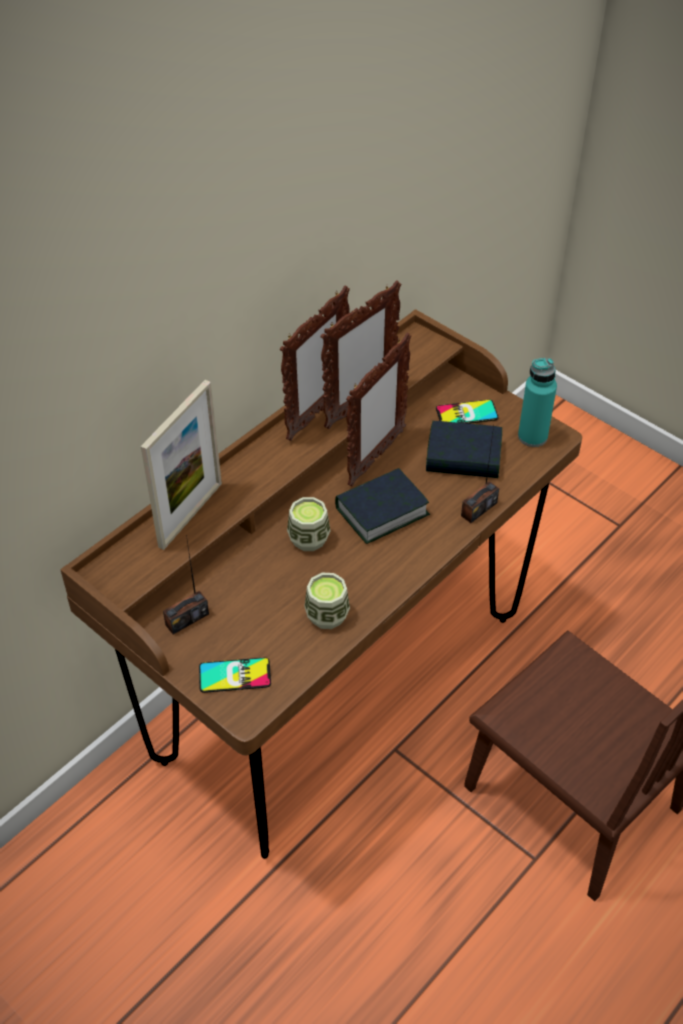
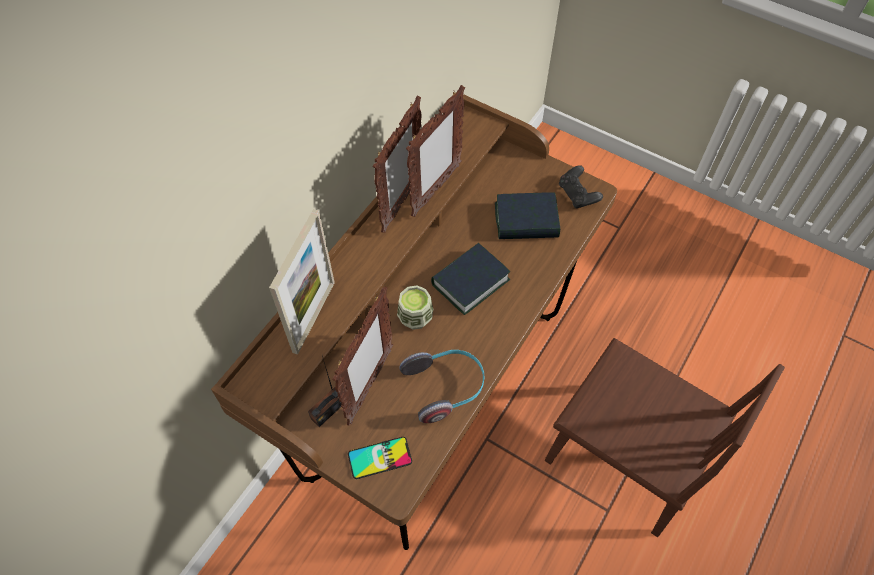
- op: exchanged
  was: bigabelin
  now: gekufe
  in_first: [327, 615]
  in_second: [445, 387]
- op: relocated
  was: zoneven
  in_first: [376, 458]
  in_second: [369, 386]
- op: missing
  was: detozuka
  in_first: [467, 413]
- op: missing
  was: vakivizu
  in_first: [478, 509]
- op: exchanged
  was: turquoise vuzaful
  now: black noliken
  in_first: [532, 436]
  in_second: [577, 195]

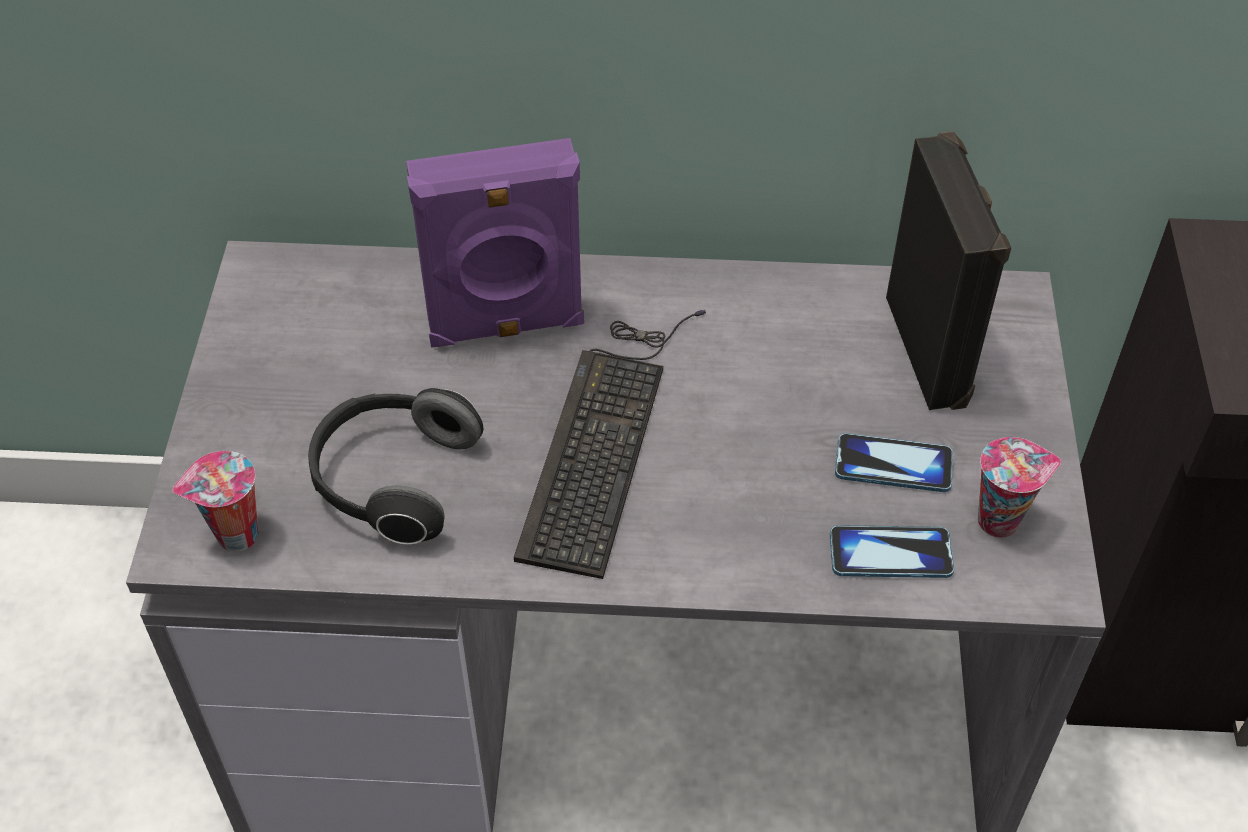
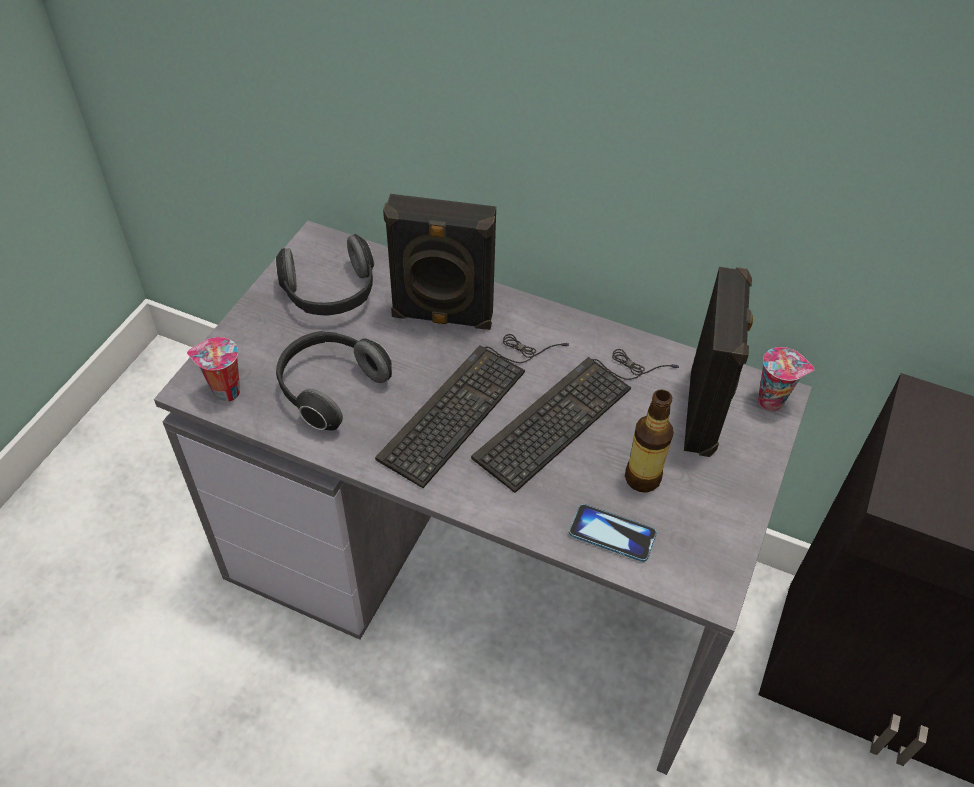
- op: colour
  was: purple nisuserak
  now: black nisuserak
  in_first: [506, 327]
  in_second: [442, 317]
- op: exchanged
  was: detozuka
  now: vuzaful
  in_first: [893, 465]
  in_second: [642, 478]
- op: relocated
  was: bigabelin
  in_first: [1000, 519]
  in_second: [772, 401]
- op: appeared
  now: gekufe
  in_second: [331, 295]
- op: appeared
  now: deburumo
  in_second: [571, 412]

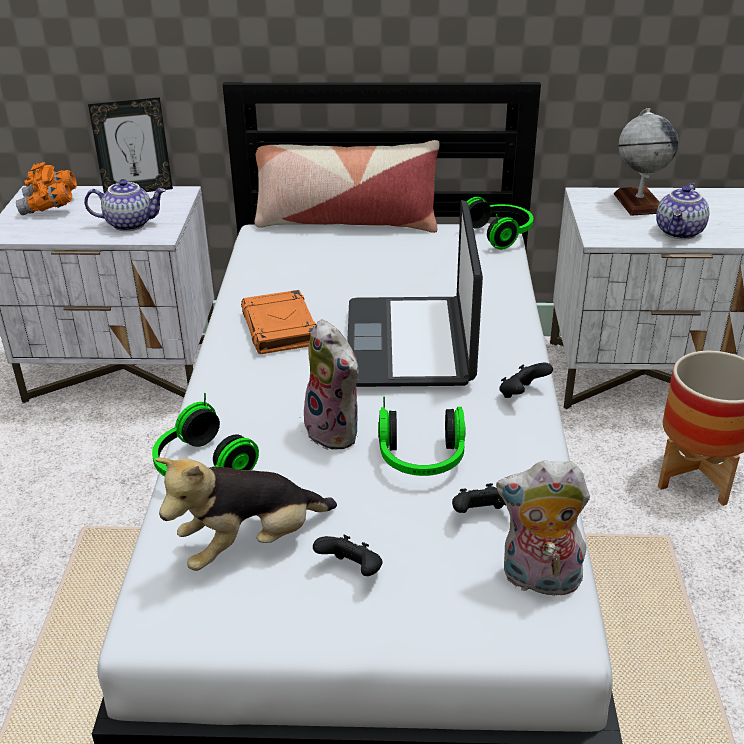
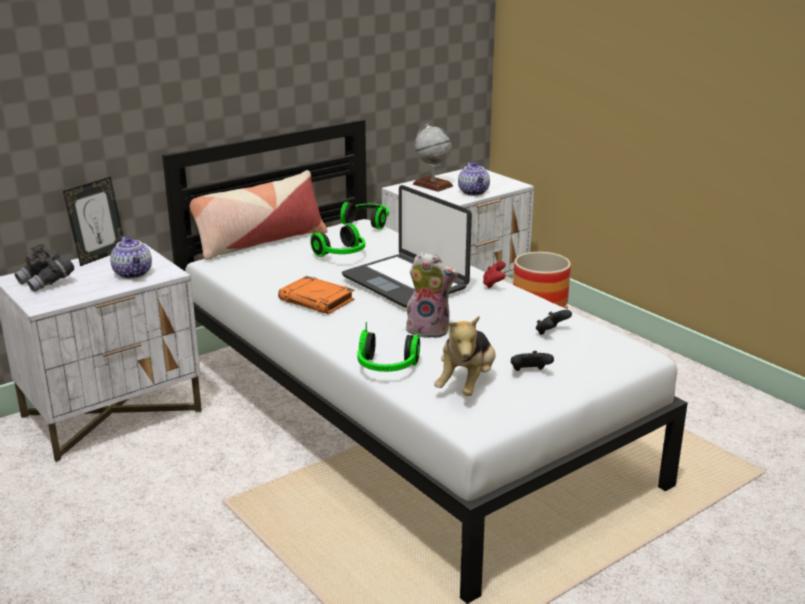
- op: colour
  was: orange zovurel
  now: grey zovurel
  in_first: [50, 207]
  in_second: [47, 282]
- op: spun
  was: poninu
  in_first: [130, 223]
  in_second: [134, 274]
  clockwise: 105
- op: relocated
  was: gekufe
  in_first: [421, 460]
  in_second: [342, 254]
- op: missing
  was: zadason
  in_first: [539, 580]
- op: colour
  was: black noliken
  now: red noliken
  in_first: [522, 394]
  in_second: [493, 284]

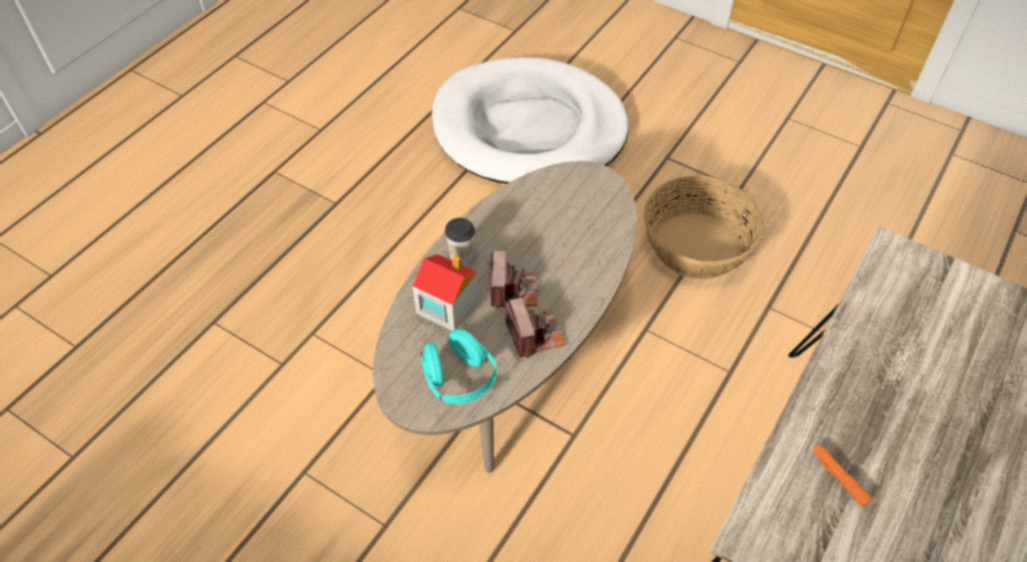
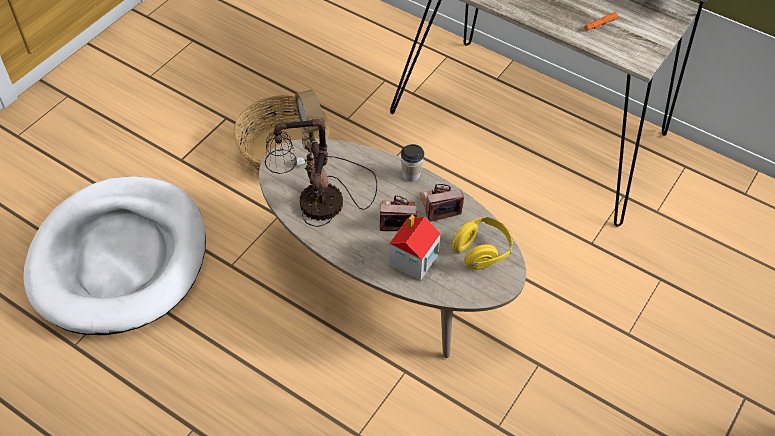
- op: colour
  was: turquoise gekufe
  now: yellow gekufe
  in_first: [459, 380]
  in_second: [482, 251]
- op: relocated
  was: bigabelin
  in_first: [461, 257]
  in_second: [411, 175]
- op: appeared
  now: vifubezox
  in_second: [320, 206]

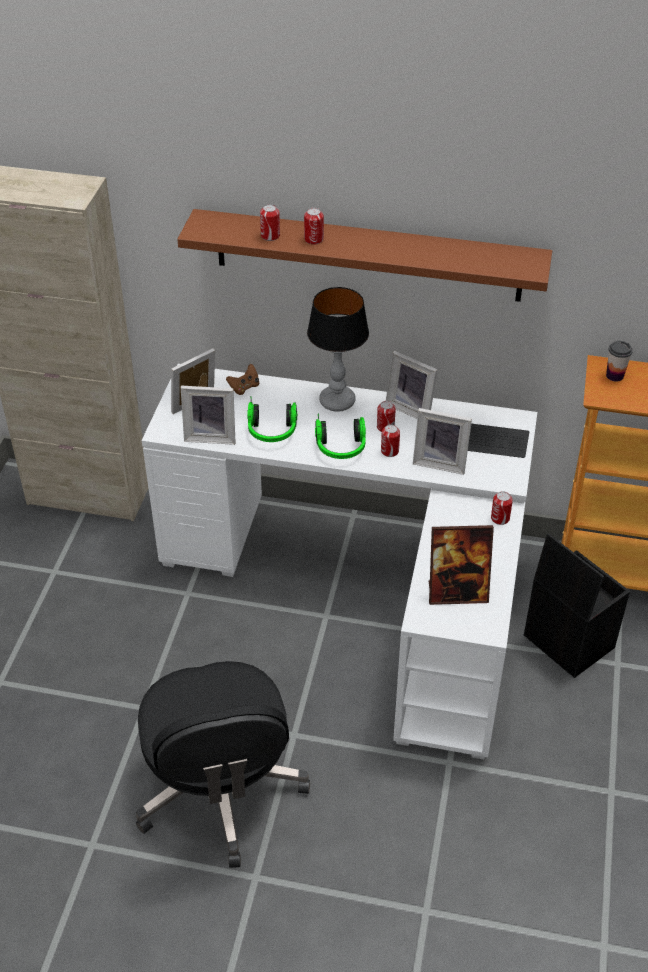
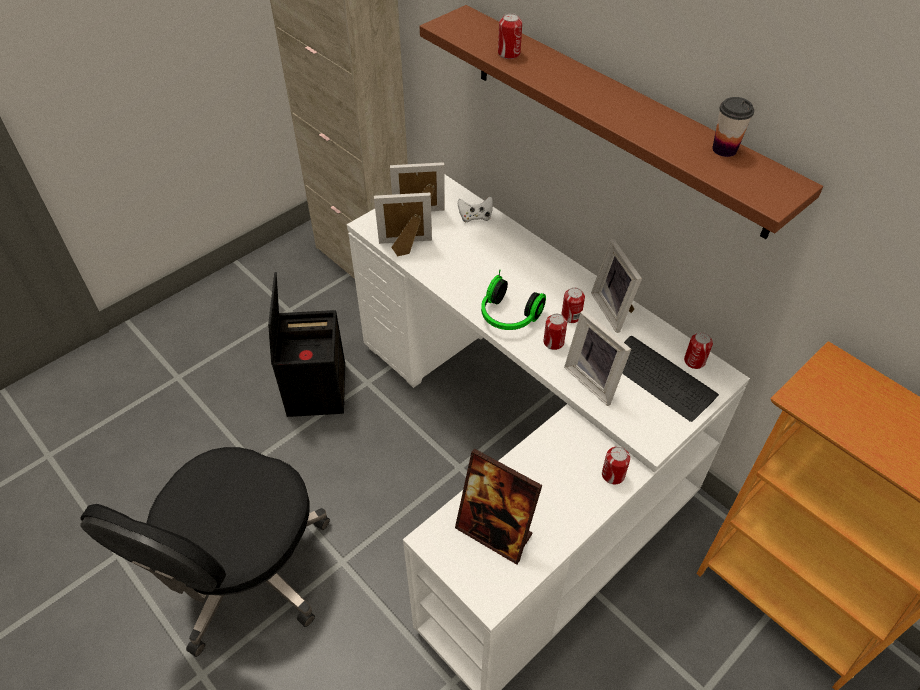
- op: spun
  was: zoneven
  in_first: [211, 436]
  in_second: [405, 247]
  clockwise: 135
- op: colour
  was: brown noliken
  now: white noliken
  in_first: [244, 387]
  in_second: [475, 217]
- op: missing
  was: gekufe
  in_first: [272, 433]
- op: relocated
  was: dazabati
  in_first: [314, 239]
  in_second: [694, 361]
- op: missing
  was: vifubezox
  in_first: [336, 402]
- op: relocated
  was: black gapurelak
  in_first: [566, 641]
  in_second: [315, 388]
- op: relocated
  was: bigabelin
  in_first: [614, 376]
  in_second: [724, 149]

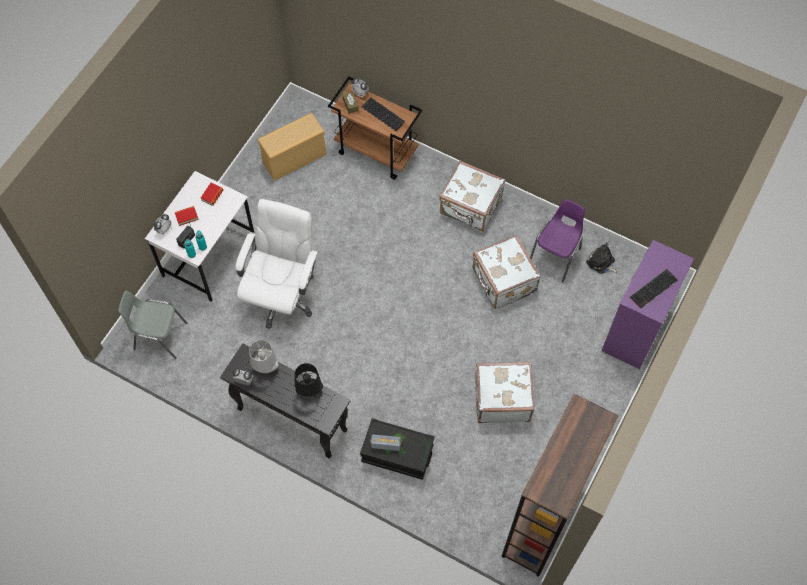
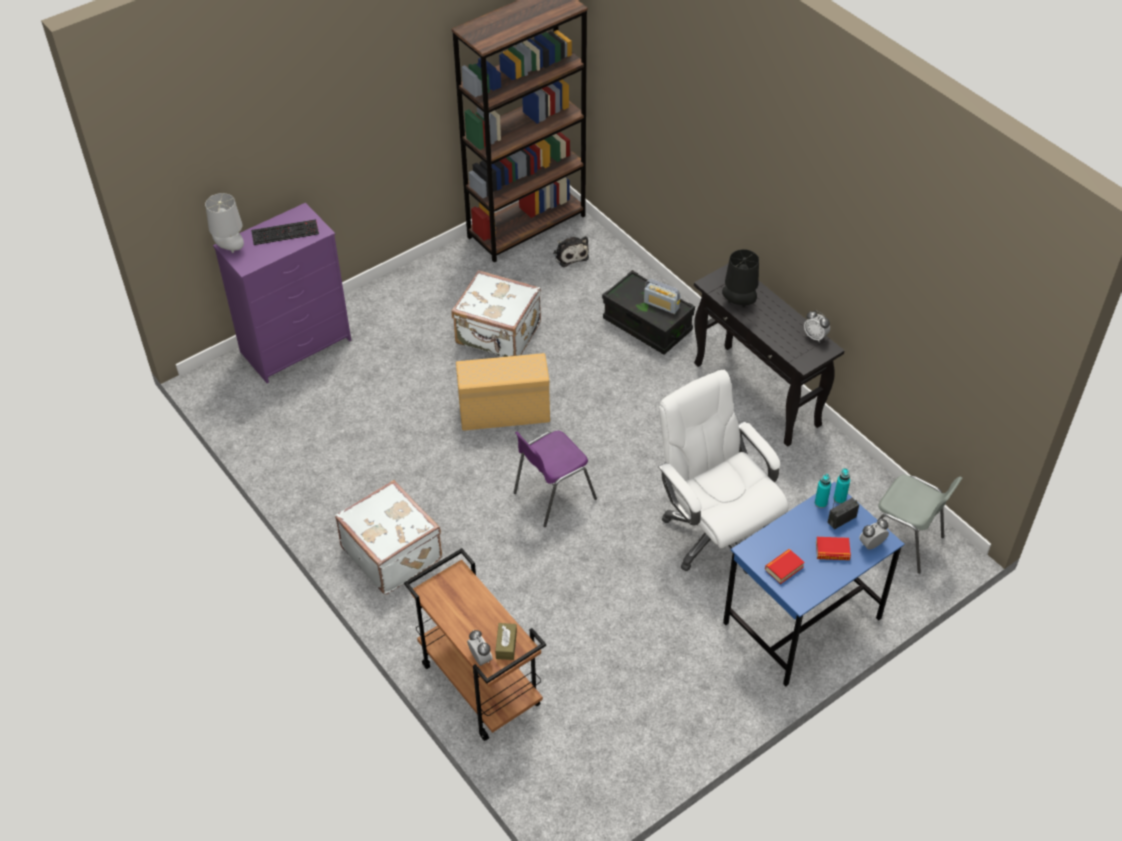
- op: colour
  was: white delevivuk
  now: blue delevivuk
  in_first: [209, 256]
  in_second: [802, 622]
- op: spun
  was: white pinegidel
  in_first: [281, 294]
  in_second: [714, 534]
  clockwise: 105
- op: relocated
  was: grey vifubezox
  in_first: [265, 368]
  in_second: [230, 248]
- op: relocated
  was: beige gapurelak
  in_first: [295, 158]
  in_second: [503, 413]
- op: missing
  was: deburumo
  in_first: [384, 114]
- op: missing
  was: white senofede
  in_first: [503, 281]
- op: relocated
  was: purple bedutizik
  in_first: [555, 256]
  in_second: [552, 496]
- op: relocated
  was: zadason
  in_first: [601, 263]
  in_second: [570, 254]

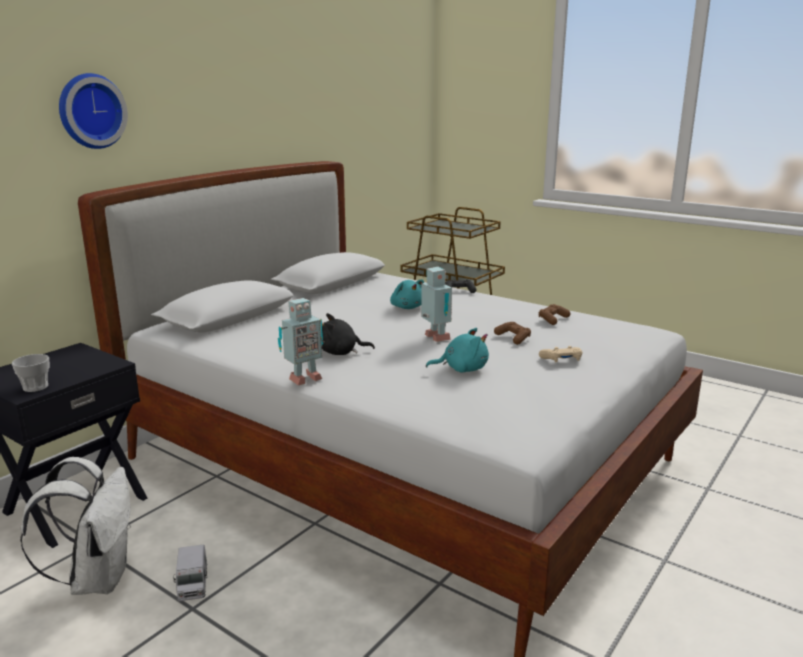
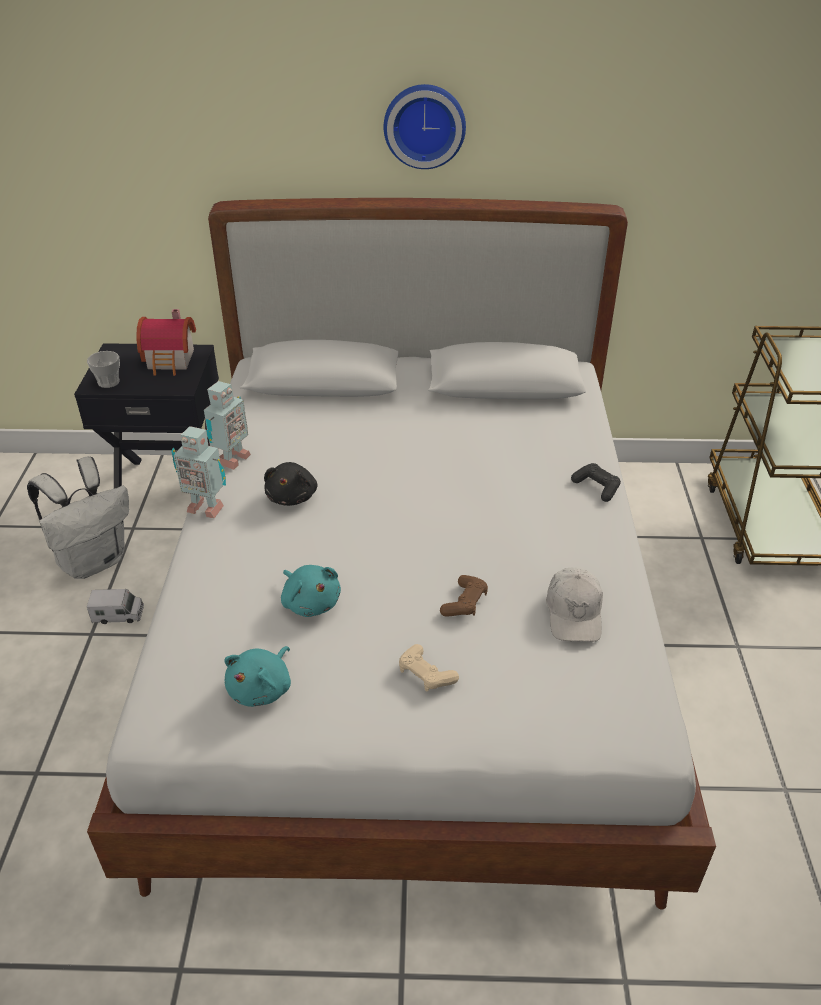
- op: relocated
  was: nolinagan
  in_first: [90, 111]
  in_second: [424, 125]
- op: spun
  was: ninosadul
  in_first: [192, 584]
  in_second: [118, 615]
  clockwise: -135
- op: spun
  was: black zadason
  in_first: [340, 352]
  in_second: [292, 496]
  clockwise: -135
- op: relocated
  was: turquoise zadason
  in_first: [407, 307]
  in_second: [262, 688]
- op: relocated
  was: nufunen
  in_first: [435, 338]
  in_second: [231, 459]
- op: exchanged
  was: brown noliken
  now: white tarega
  in_first: [553, 319]
  in_second: [574, 613]
- op: appeared
  now: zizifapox
  in_second: [171, 361]

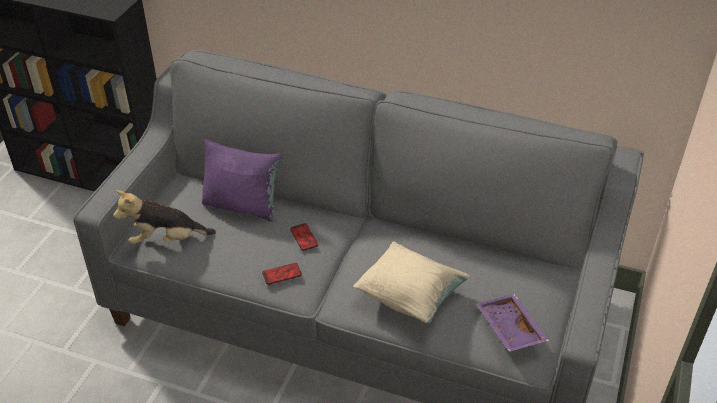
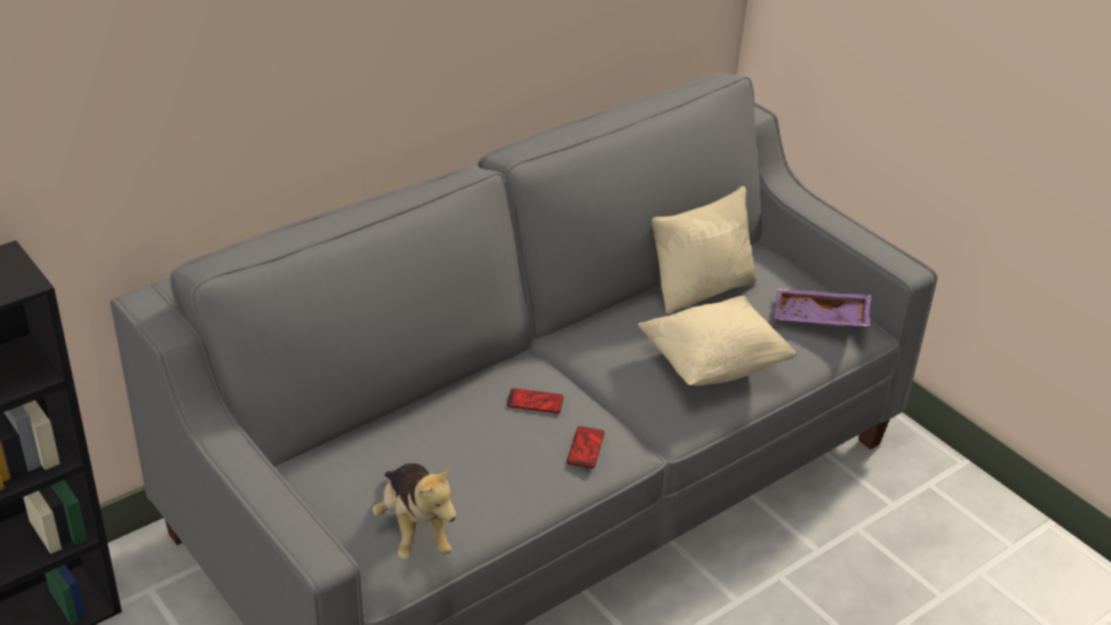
- op: spun
  was: zadason
  in_first: [166, 239]
  in_second: [414, 529]
  clockwise: -45
- op: missing
  was: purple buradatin
  in_first: [243, 206]
- op: appeared
  now: beige buradatin
  in_second: [702, 290]

